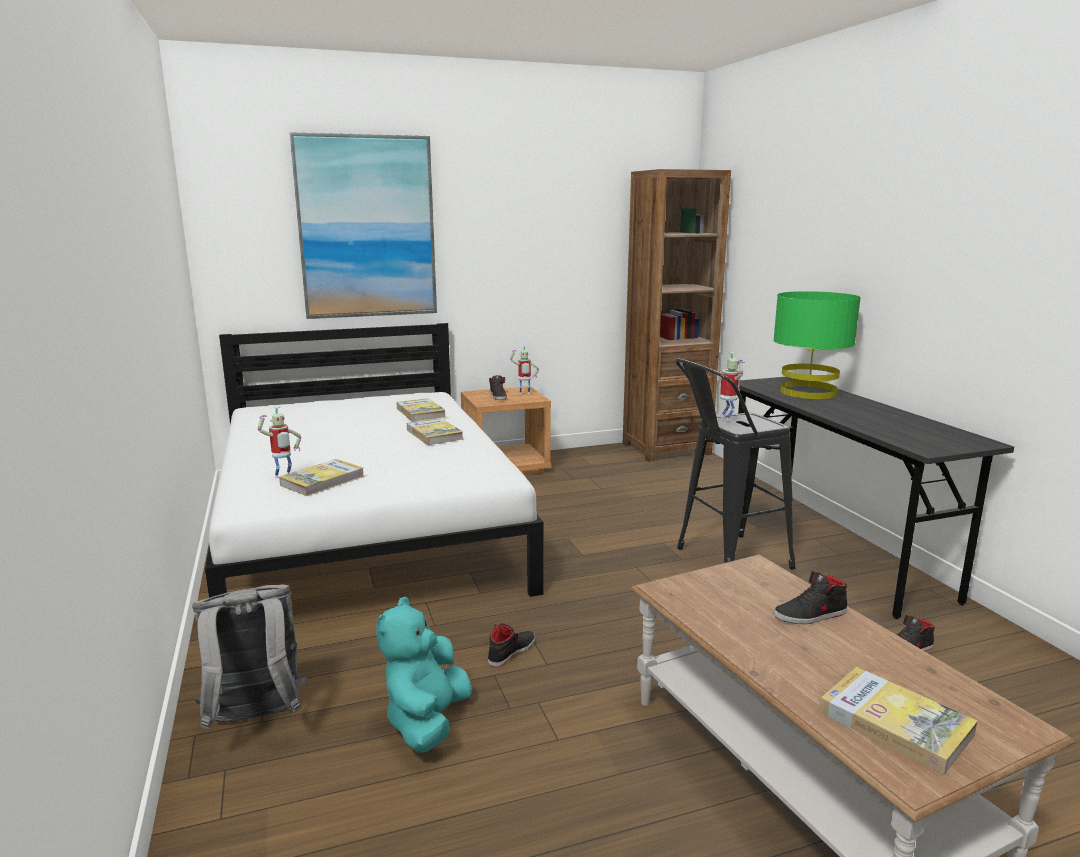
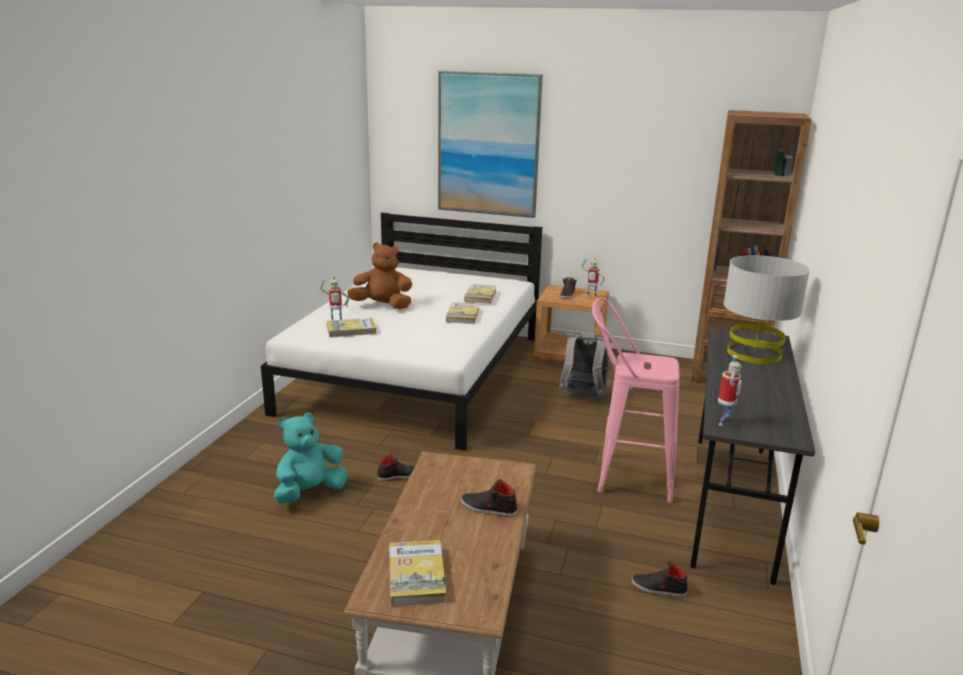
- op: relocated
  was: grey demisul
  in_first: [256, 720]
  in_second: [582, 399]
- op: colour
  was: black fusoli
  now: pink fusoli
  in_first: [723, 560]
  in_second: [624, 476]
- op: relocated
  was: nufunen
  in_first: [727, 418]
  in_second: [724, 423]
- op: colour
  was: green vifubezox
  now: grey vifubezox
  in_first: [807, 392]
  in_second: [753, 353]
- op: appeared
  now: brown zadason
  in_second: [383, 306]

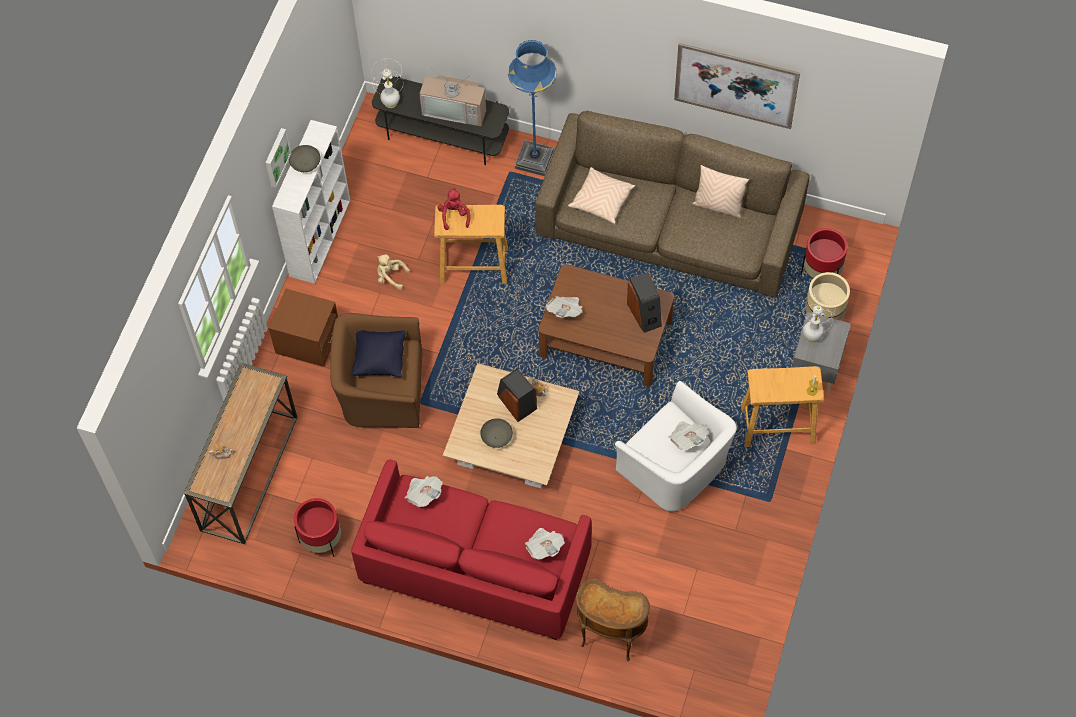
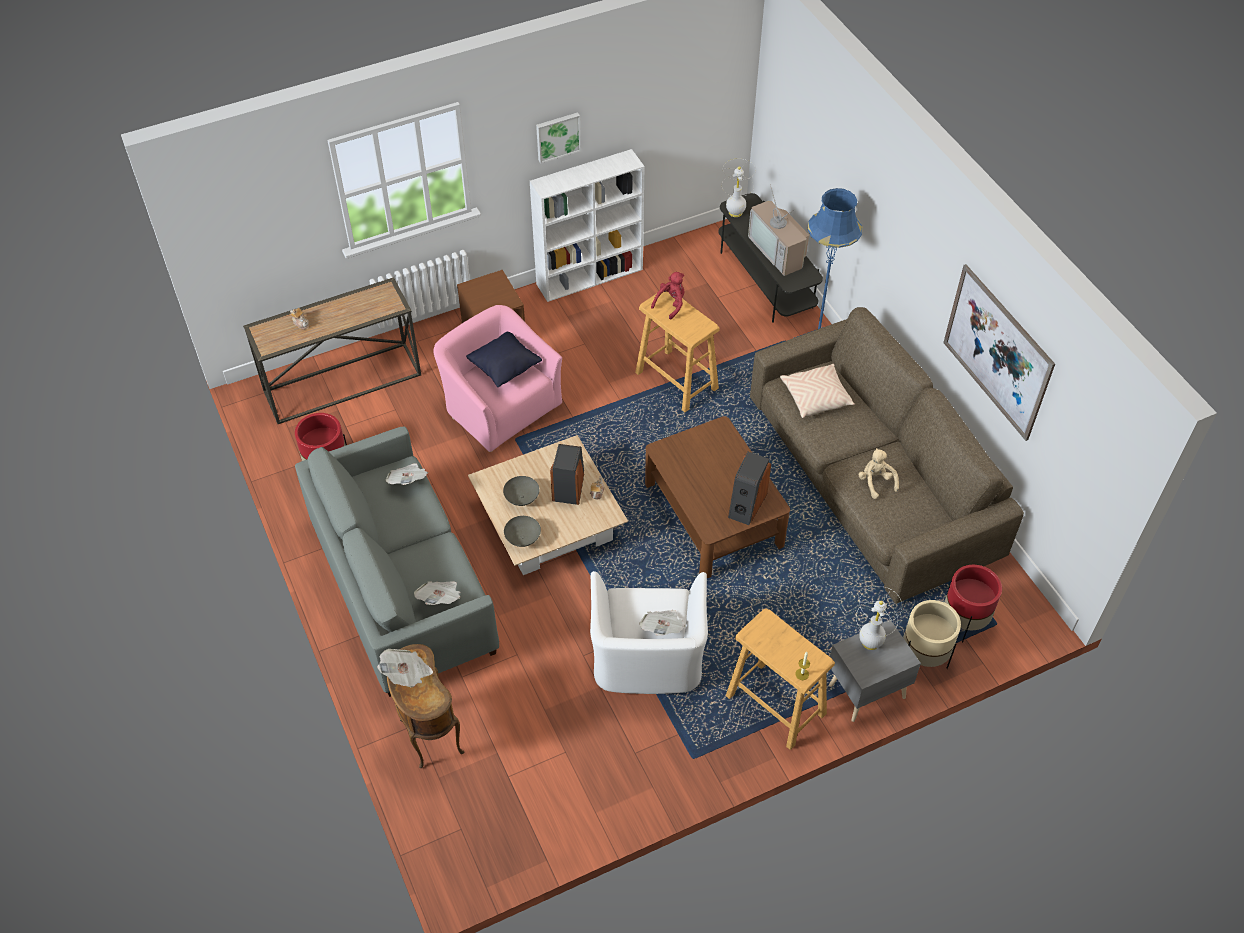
- op: relocated
  was: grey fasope
  in_first: [306, 164]
  in_second: [523, 539]
- op: colour
  was: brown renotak
  now: pink renotak
  in_first: [381, 390]
  in_second: [500, 407]
- op: colour
  was: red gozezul
  now: grey gozezul
  in_first: [474, 567]
  in_second: [402, 585]
- op: relocated
  was: beige zadason
  in_first: [390, 277]
  in_second: [876, 482]
- op: relocated
  was: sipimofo
  in_first: [565, 311]
  in_second: [407, 674]
- op: missing
  was: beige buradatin
  in_first: [718, 206]

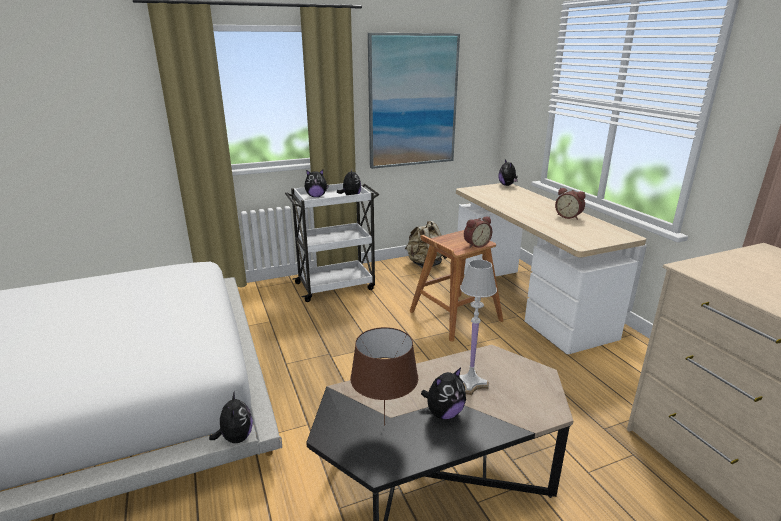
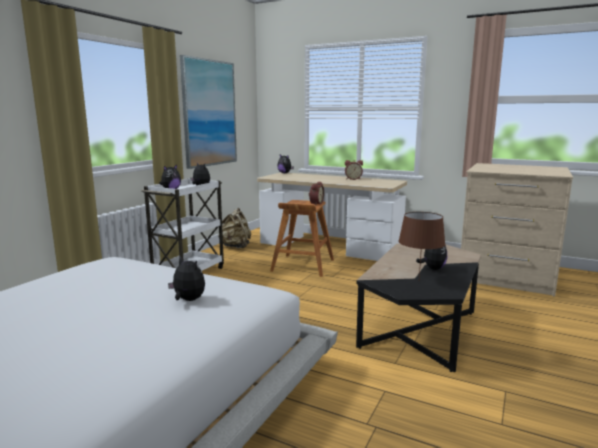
- op: relocated
  was: zadason
  in_first: [236, 438]
  in_second: [188, 300]
- op: missing
  was: white vifubezox
  in_first: [470, 383]

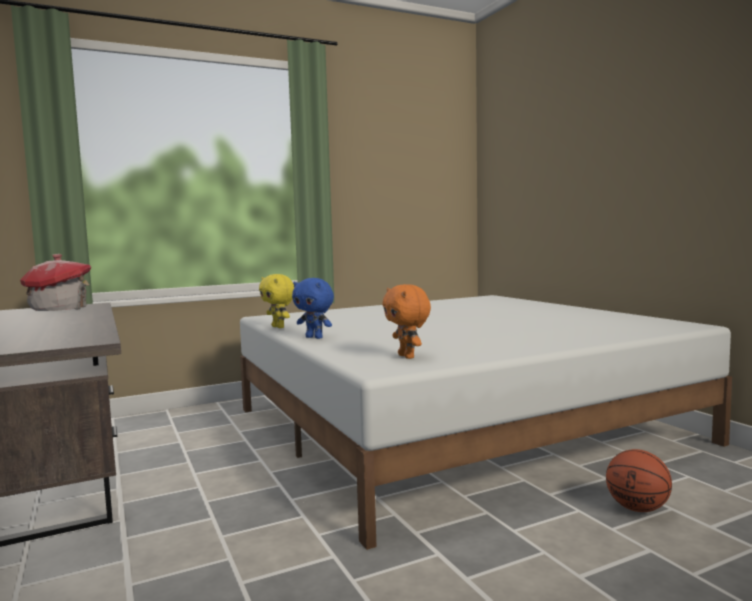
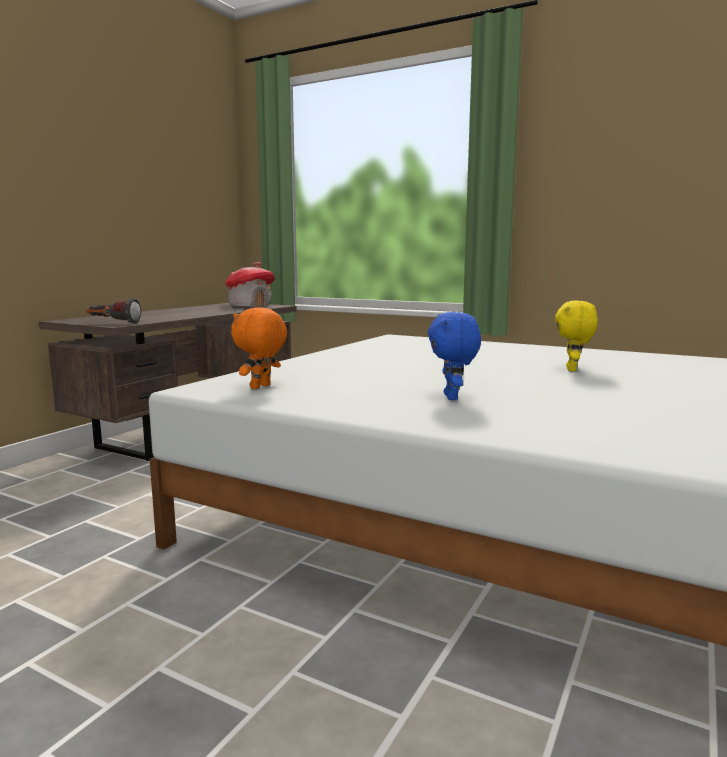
- op: relocated
  was: yellow zadason
  in_first: [279, 327]
  in_second: [573, 369]
- op: relocated
  was: blue zadason
  in_first: [315, 337]
  in_second: [453, 397]
- op: missing
  was: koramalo
  in_first: [637, 508]
- op: appeared
  now: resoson
  in_second: [113, 323]

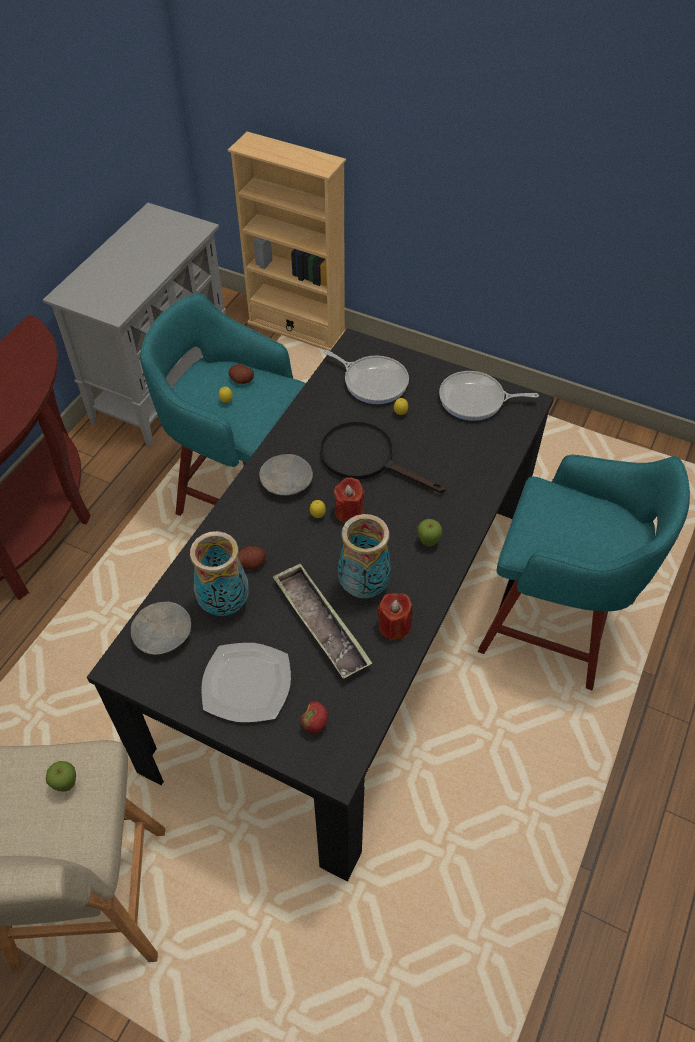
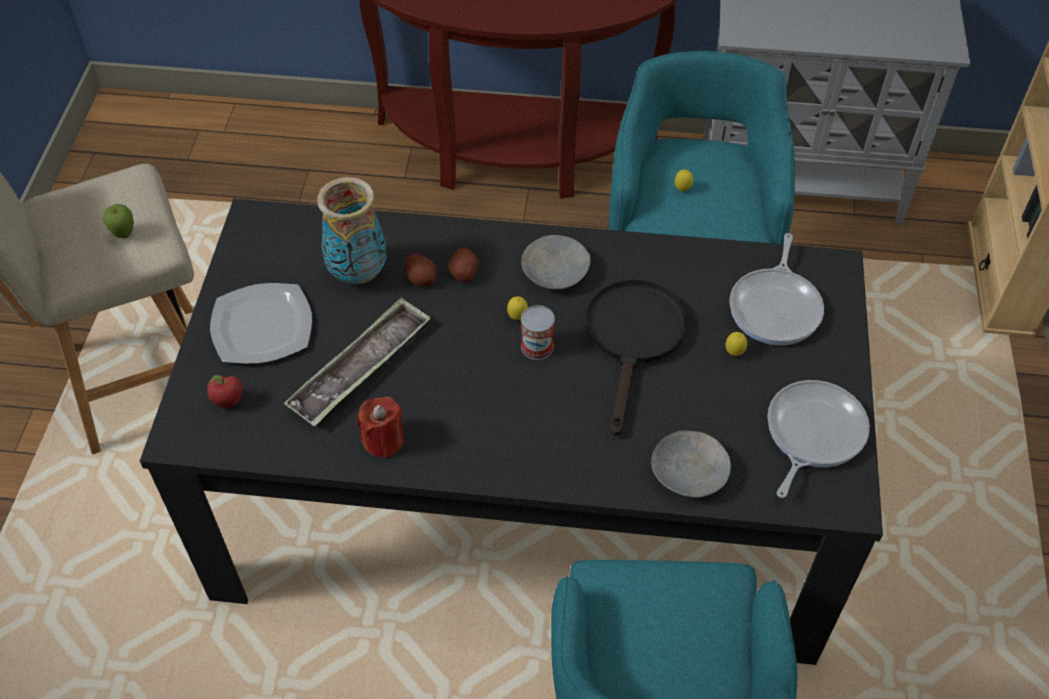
- op: relocated
  was: grey fasope
  in_first: [162, 634]
  in_second: [689, 472]
- op: relocated
  was: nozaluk
  in_first: [241, 380]
  in_second: [464, 273]
- op: exchanged
  was: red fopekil
  now: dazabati
  in_first: [349, 512]
  in_second: [537, 346]
- op: missing
  was: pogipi
  in_first: [364, 587]
- op: missing
  was: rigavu
  in_first: [428, 543]
- op: spun
  was: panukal
  in_first: [475, 400]
  in_second: [812, 433]
  clockwise: 45

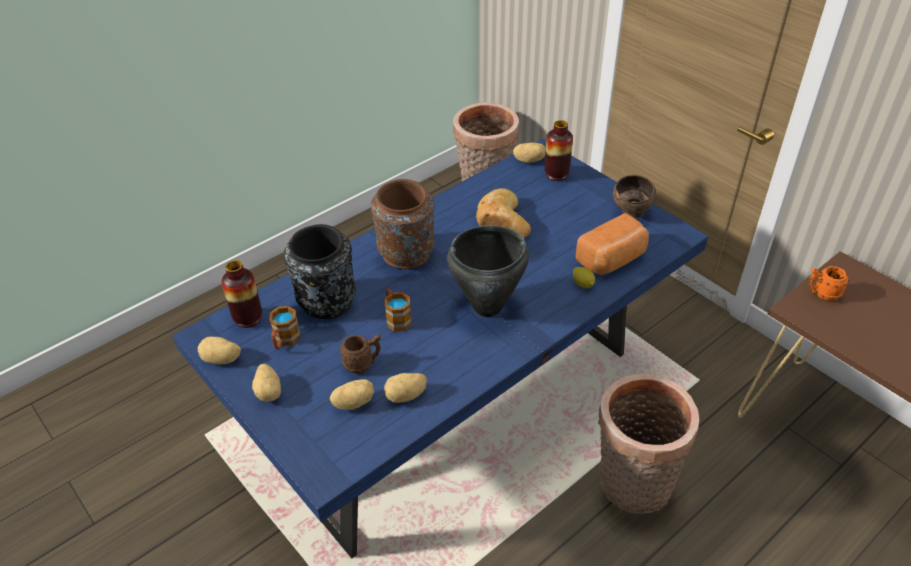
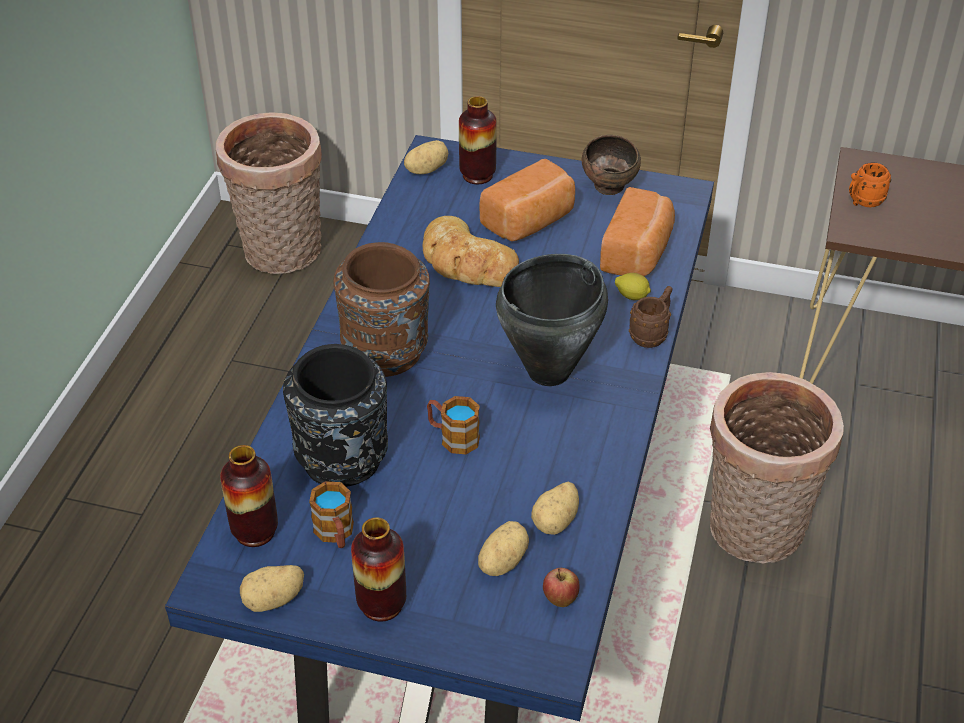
- op: exchanged
  was: nozaluk
  now: pogipi
  in_first: [269, 391]
  in_second: [381, 604]
- op: relocated
  was: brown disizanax
  in_first: [363, 364]
  in_second: [651, 335]
- op: appeared
  now: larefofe
  in_second: [530, 222]
- op: appeared
  now: rigavu
  in_second: [560, 600]

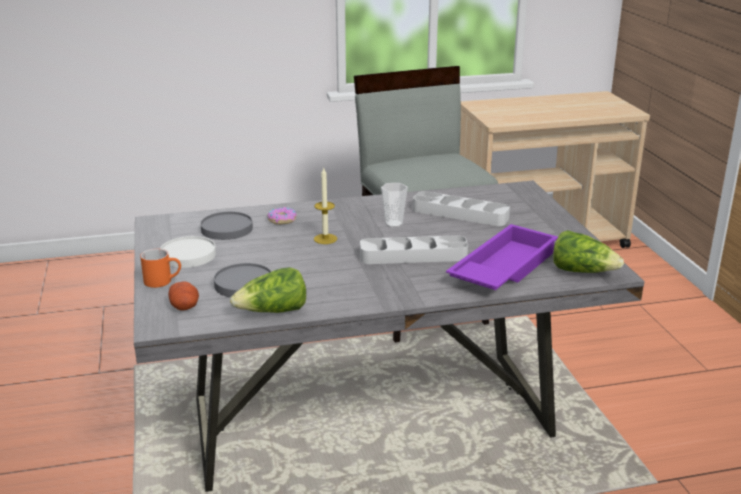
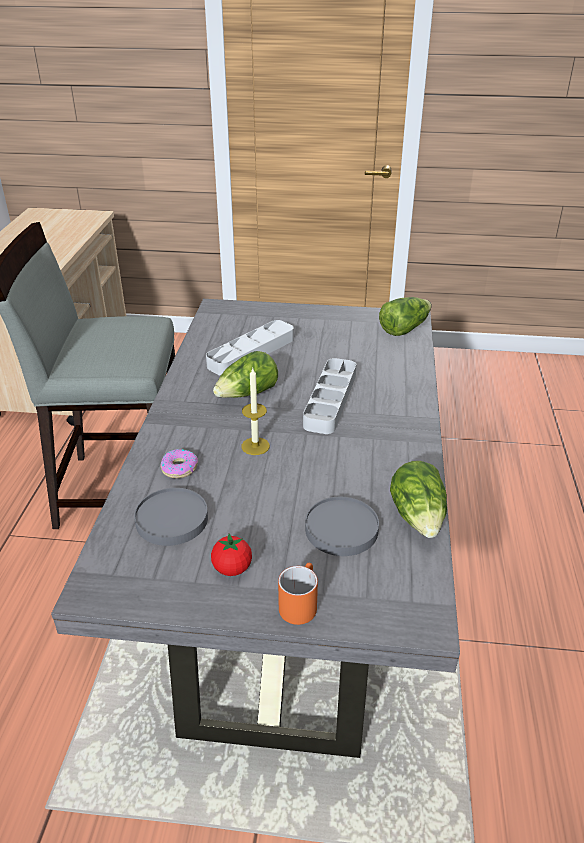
- op: exchanged
  was: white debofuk
  now: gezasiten
  in_first: [187, 255]
  in_second: [232, 568]
- op: missing
  was: nozaluk
  in_first: [185, 306]
- op: exchanged
  was: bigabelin
  now: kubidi
  in_first: [393, 224]
  in_second: [247, 394]
- op: missing
  was: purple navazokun
  in_first: [502, 268]

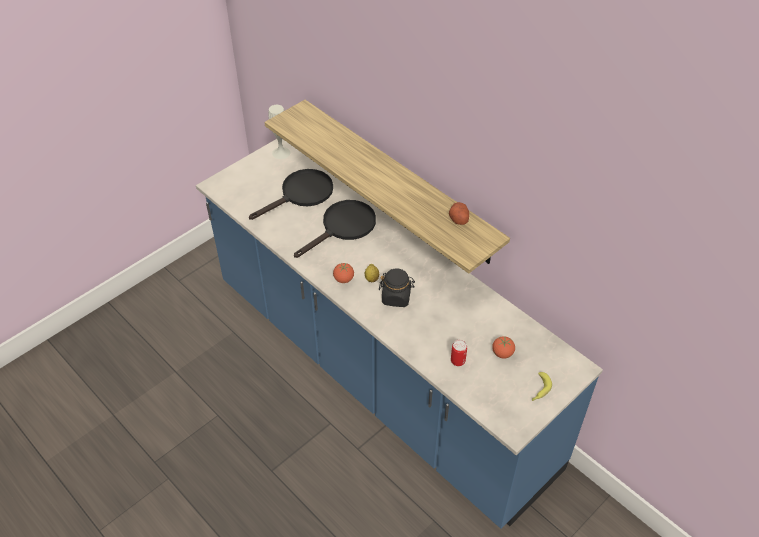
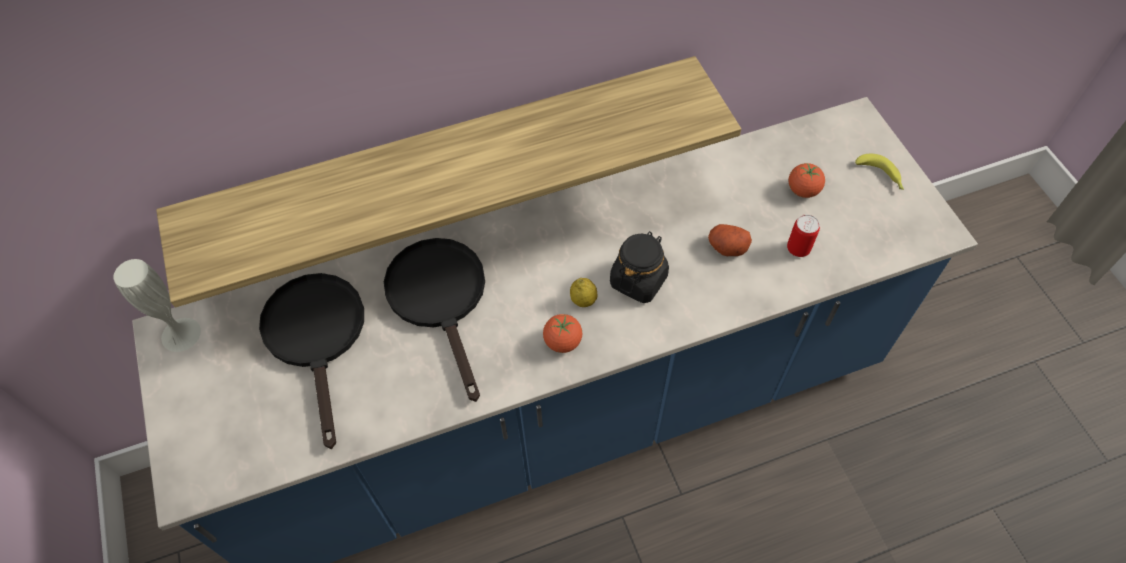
- op: relocated
  was: nozaluk
  in_first: [458, 218]
  in_second: [727, 247]

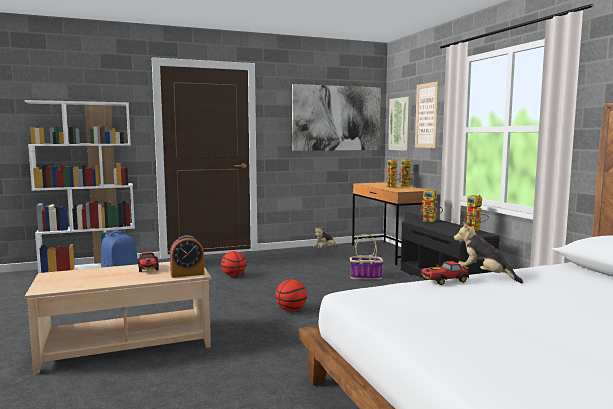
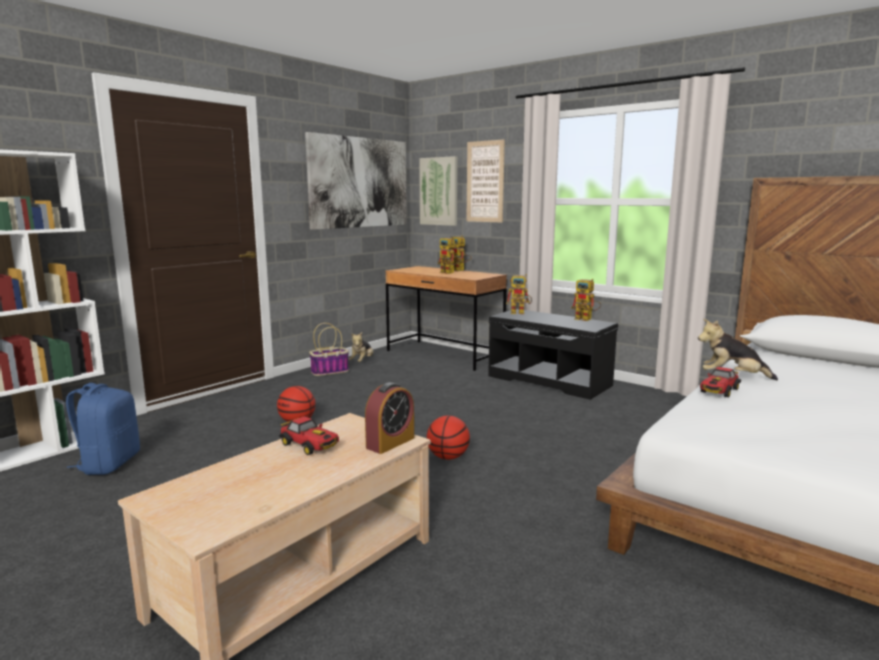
- op: relocated
  was: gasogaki
  in_first: [366, 277]
  in_second: [330, 371]

